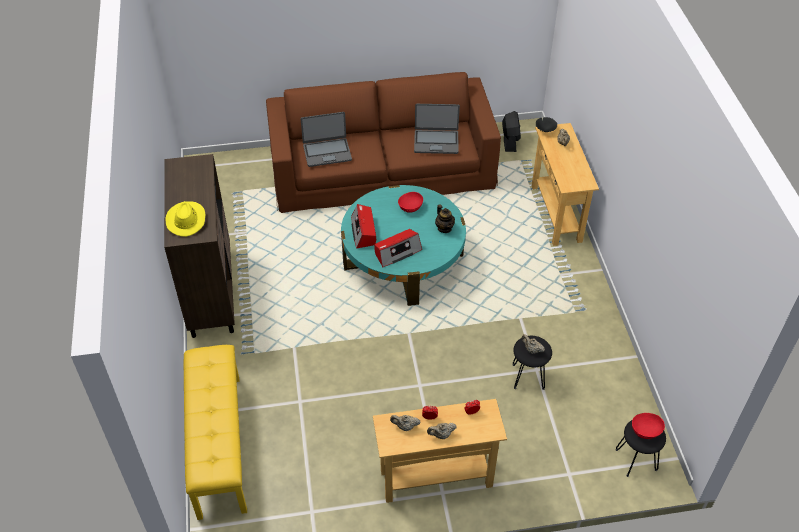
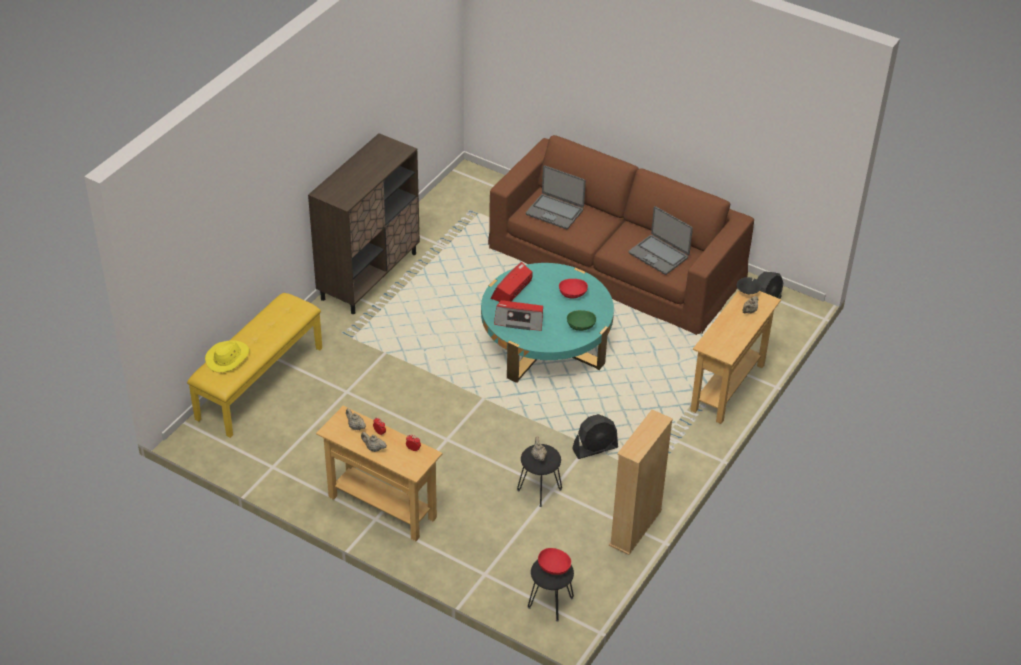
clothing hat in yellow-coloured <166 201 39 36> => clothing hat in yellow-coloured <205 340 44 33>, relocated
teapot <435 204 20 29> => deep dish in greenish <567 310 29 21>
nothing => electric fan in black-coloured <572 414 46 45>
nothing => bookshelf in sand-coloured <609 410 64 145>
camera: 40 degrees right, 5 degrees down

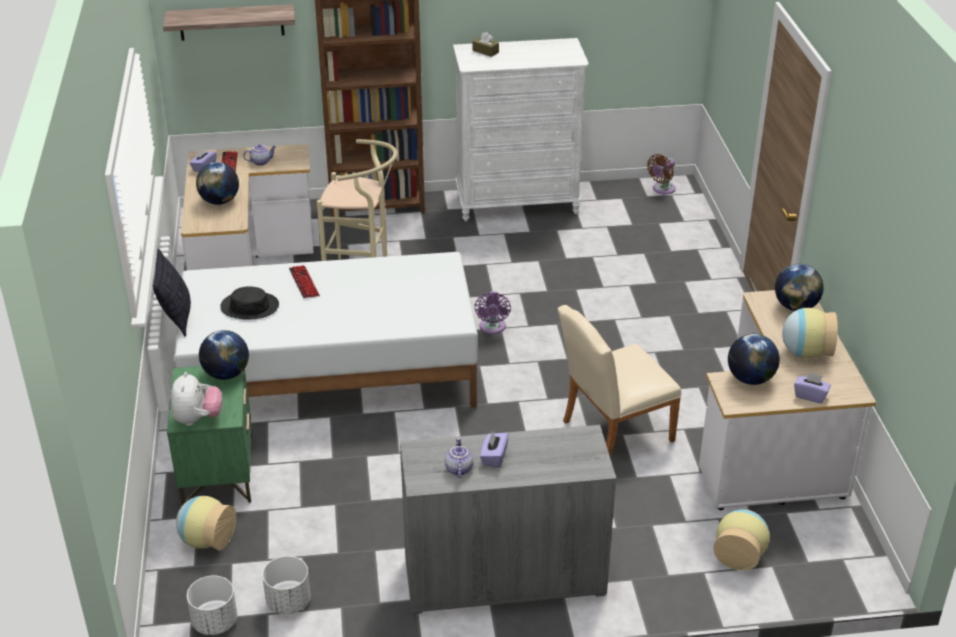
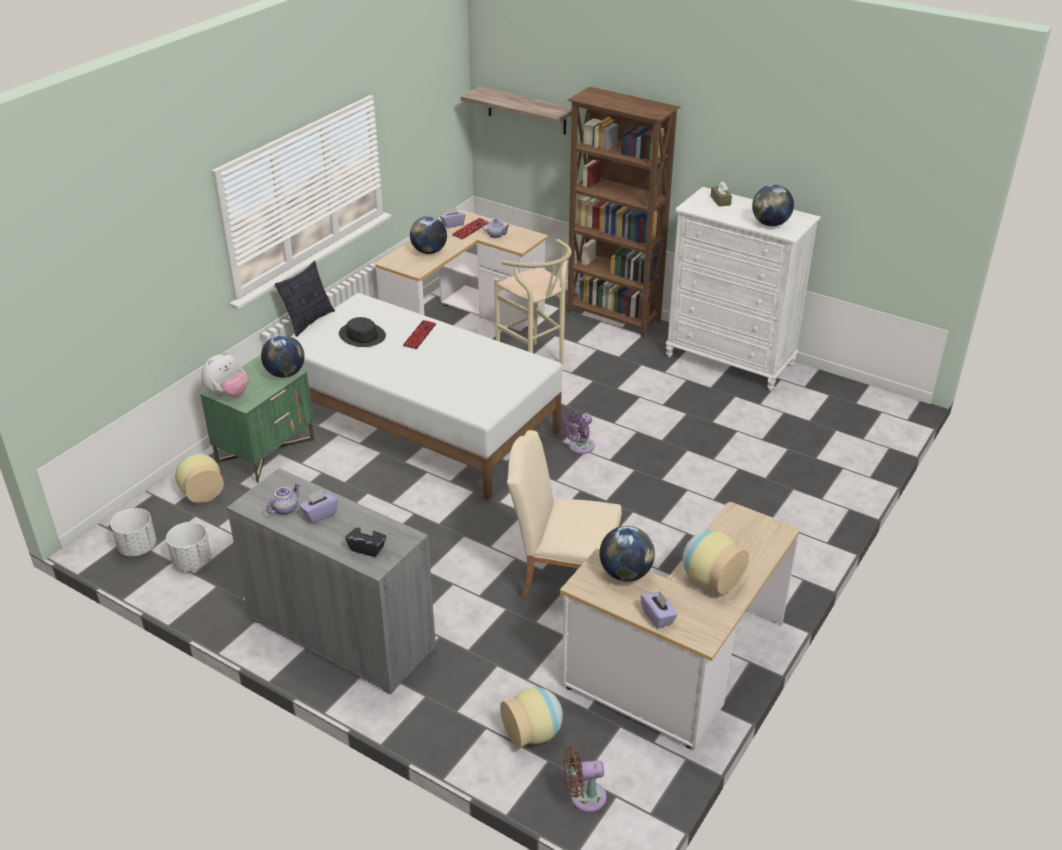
electric fan in brownish <647 154 29 40> => electric fan in brownish <564 746 43 66>, relocated
desk globe <775 264 49 47> => desk globe <752 185 42 41>, relocated
nothing => tissue box in black-coloured <345 523 41 34>
camera: 40 degrees right, 0 degrees up

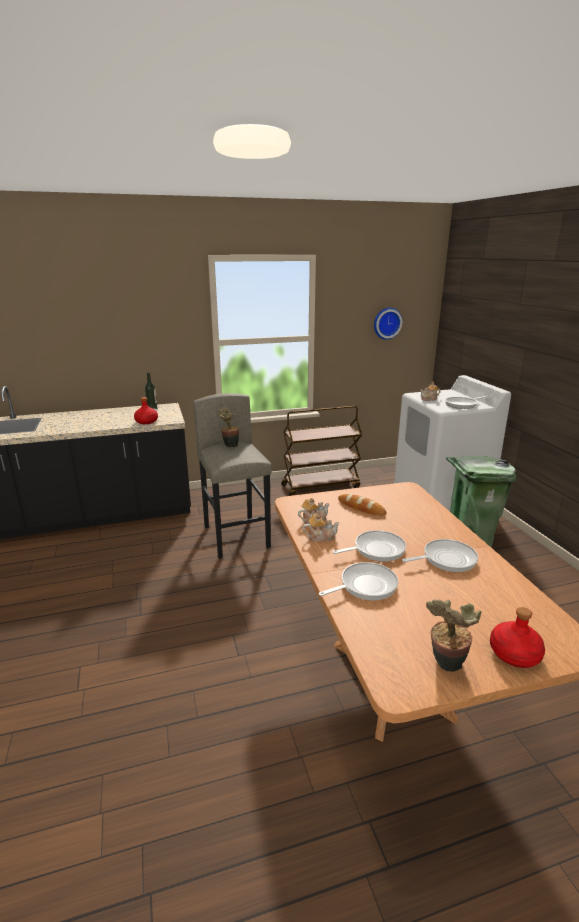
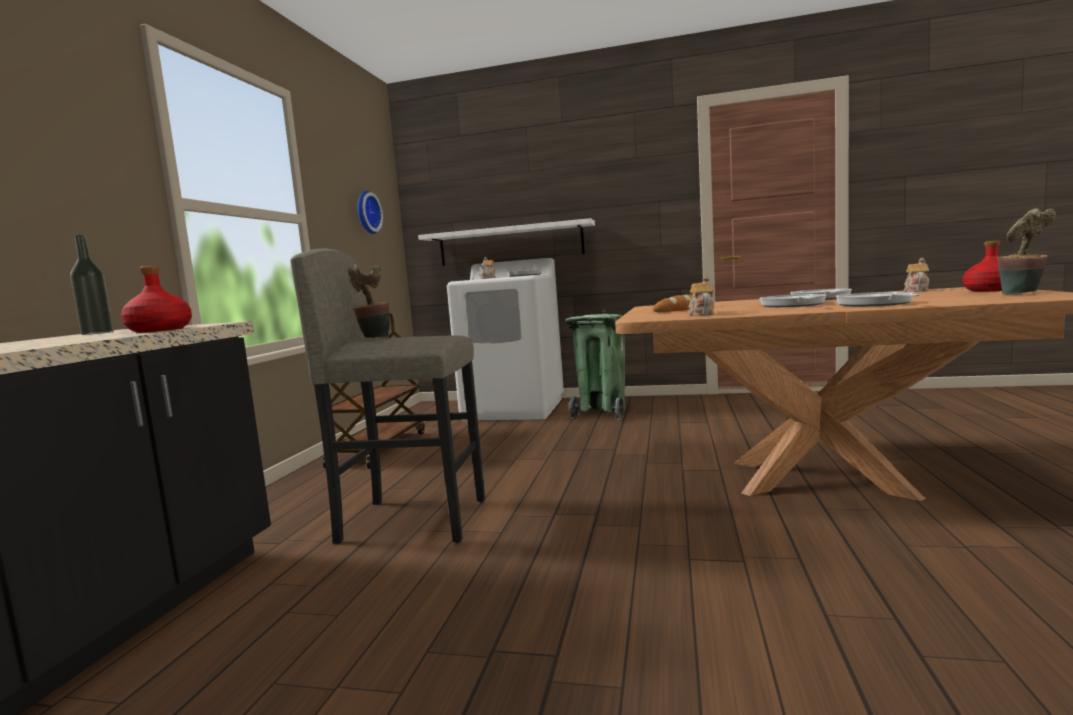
teapot <303 514 36 28> => teapot <903 258 26 34>, relocated
nothing => bracket shelf in white <418 218 177 48>
camera: 60 degrees left, 15 degrees down

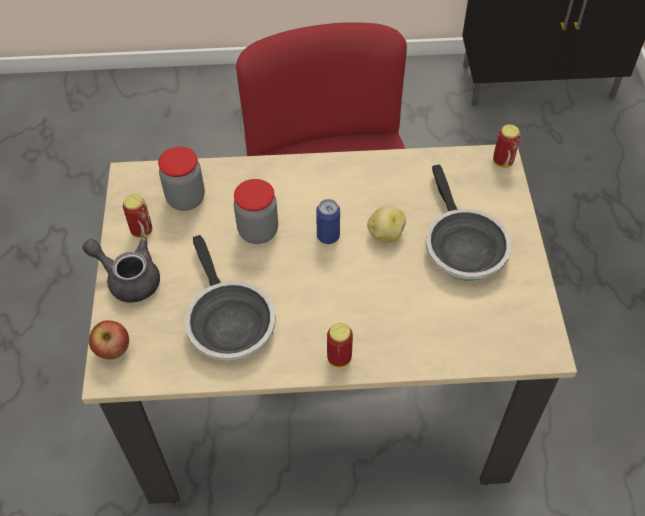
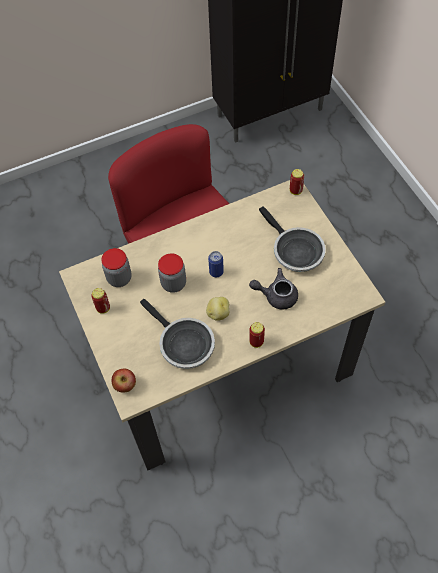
teapot in greyish <82 237 78 65> => teapot in greyish <249 268 49 42>, relocated
whole potato <367 206 39 37> => whole potato <206 297 23 24>, relocated
camera: 20 degrees left, 5 degrees up

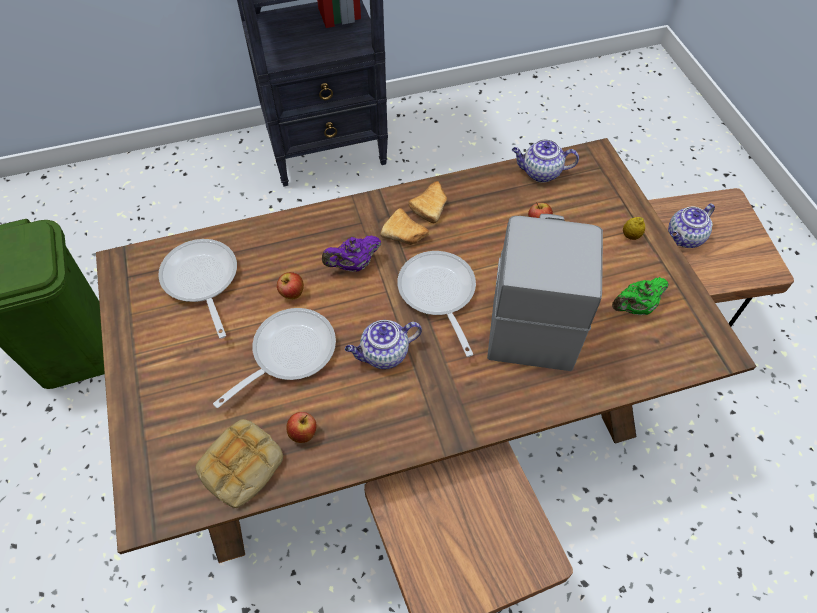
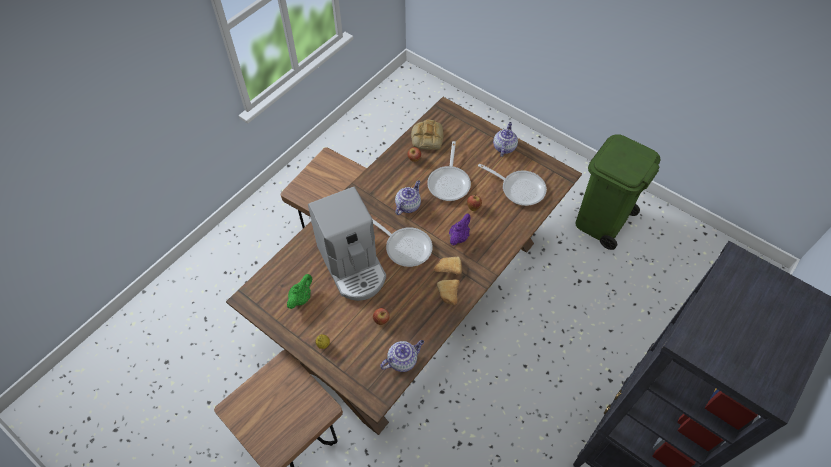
teapot <668 203 47 45> => teapot <493 122 25 35>, relocated
camera: 145 degrees right, 0 degrees up

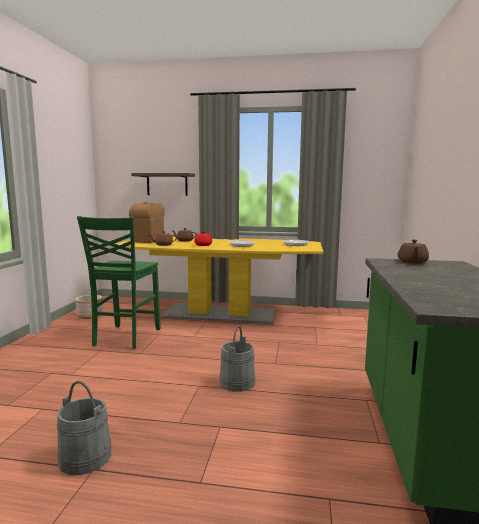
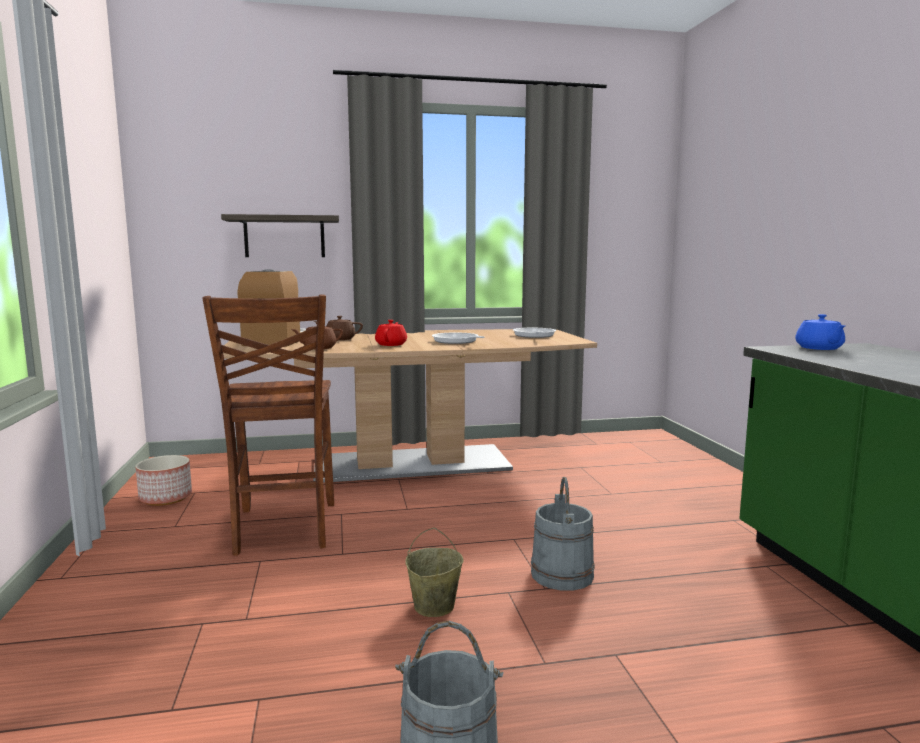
chair in greenish <77 216 84 133> => chair in brownish <202 294 132 262>
kitchen table in yellow-coloured <112 237 211 87> => kitchen table in brownish <223 329 374 154>
teapot in brownish <398 240 31 24> => teapot in blue <795 314 50 36>
nothing => water bucket in sand-coloured <405 527 59 90>
camera: 20 degrees left, 0 degrees up

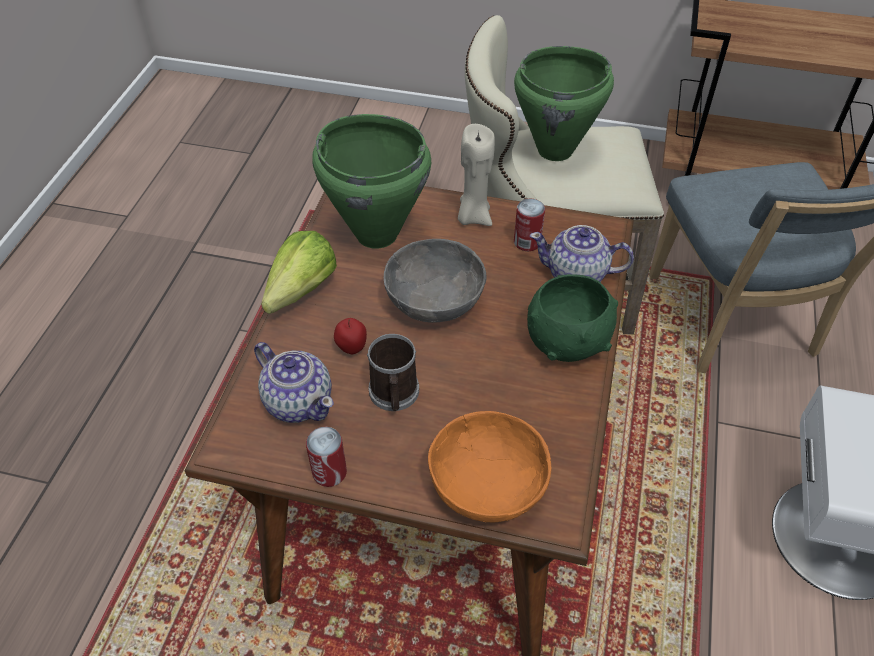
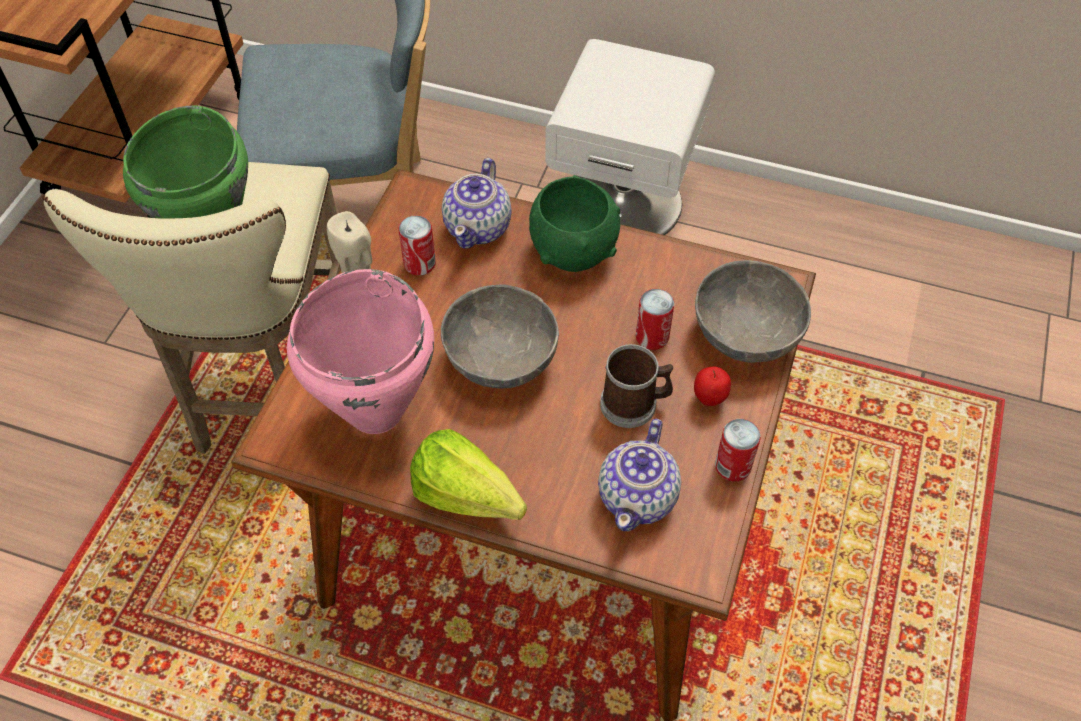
teapot <254 342 80 81> => teapot <598 419 83 112>, 150 degrees clockwise
saucepot in greenish <312 114 119 135> => saucepot in pink <287 269 147 165>
whole apple <334 318 33 36> => whole apple <694 366 37 40>, relocated
deep dish in orange-coloured <428 411 124 111> => deep dish in greyish <695 260 116 103>
nothing => sealed can <636 289 38 61>
camera: 85 degrees left, 5 degrees up

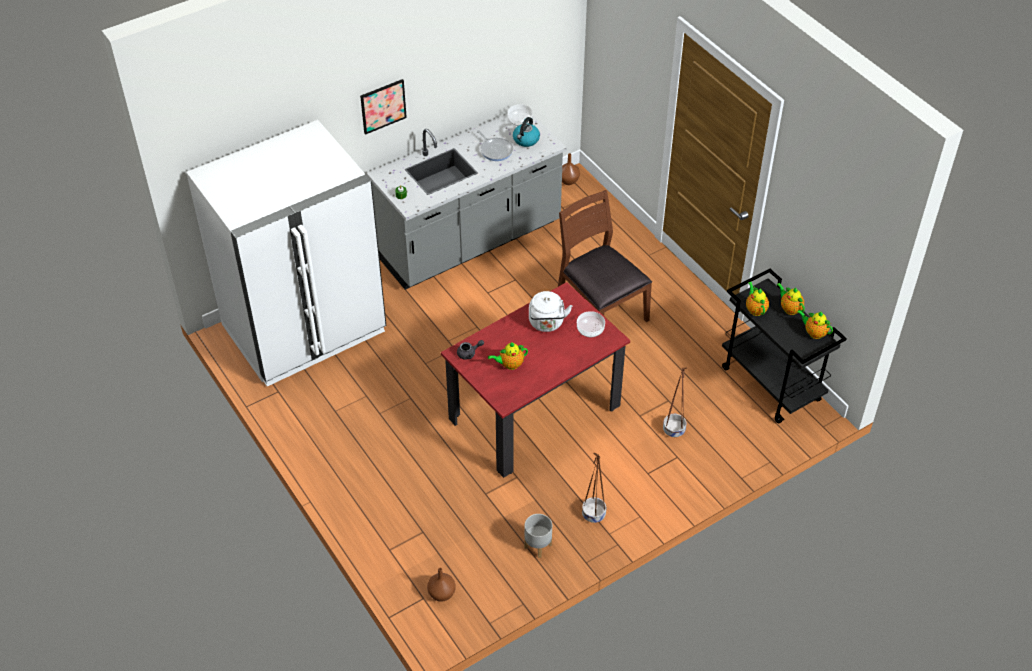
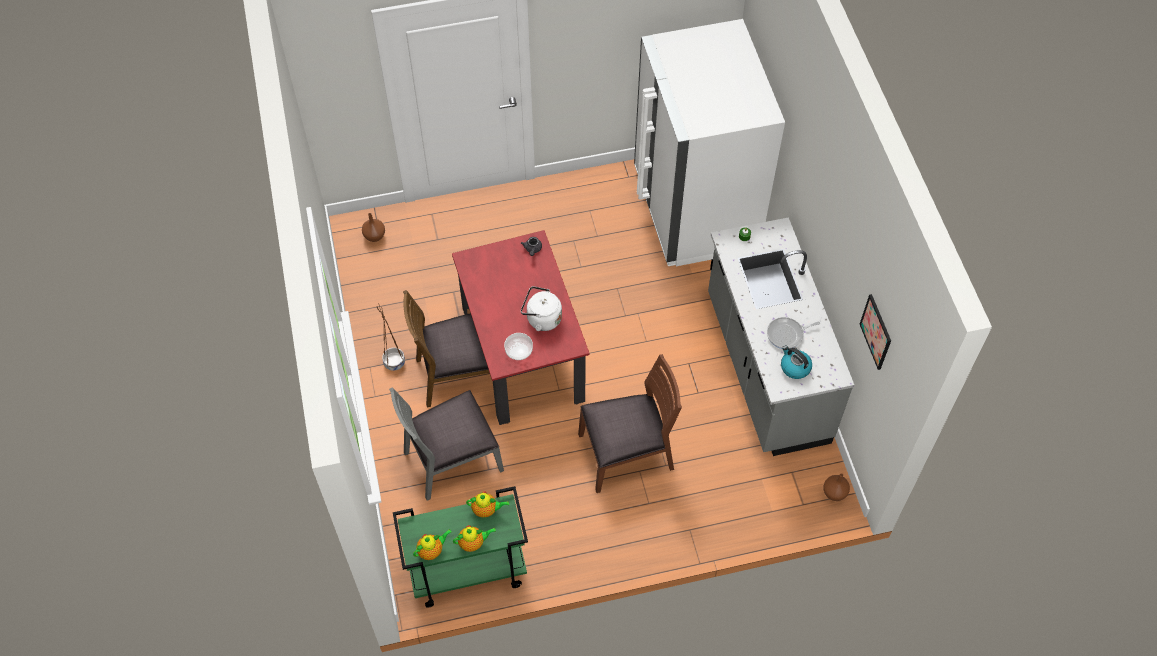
picture <360 79 47 56> => picture <860 294 31 76>, relocated
teapot <488 342 40 28> => nothing
deep dish <508 104 25 22> => nothing
plant pot in greyish <524 514 28 44> => nothing
plant pot in brownish <663 367 23 70> => chair in greyish <389 387 115 114>
wheeled cart in black-coloured <722 269 125 155> => wheeled cart in greenish <393 486 135 121>
nothing => chair in brownish <403 290 86 117>
camera: 110 degrees right, 10 degrees up

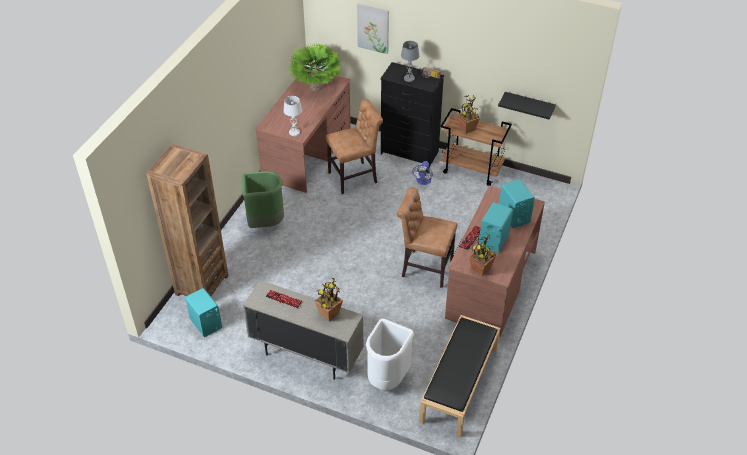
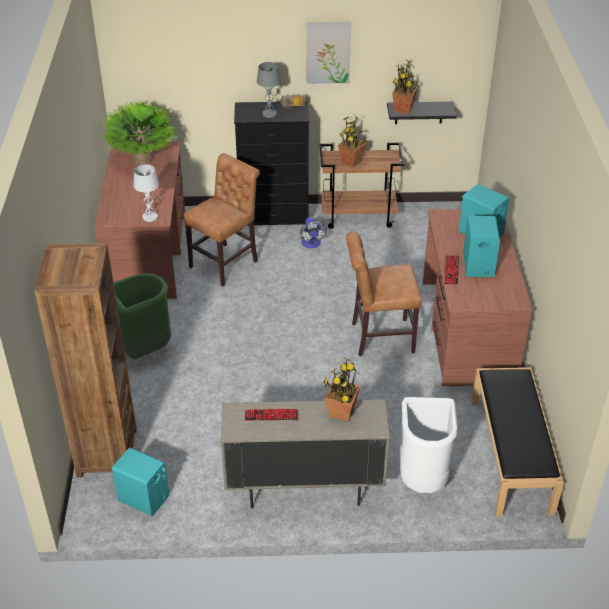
picture <357 4 32 50> => picture <307 22 44 62>, relocated
houseplant <469 234 27 42> => houseplant <392 60 26 54>, relocated
camera: 25 degrees left, 5 degrees down

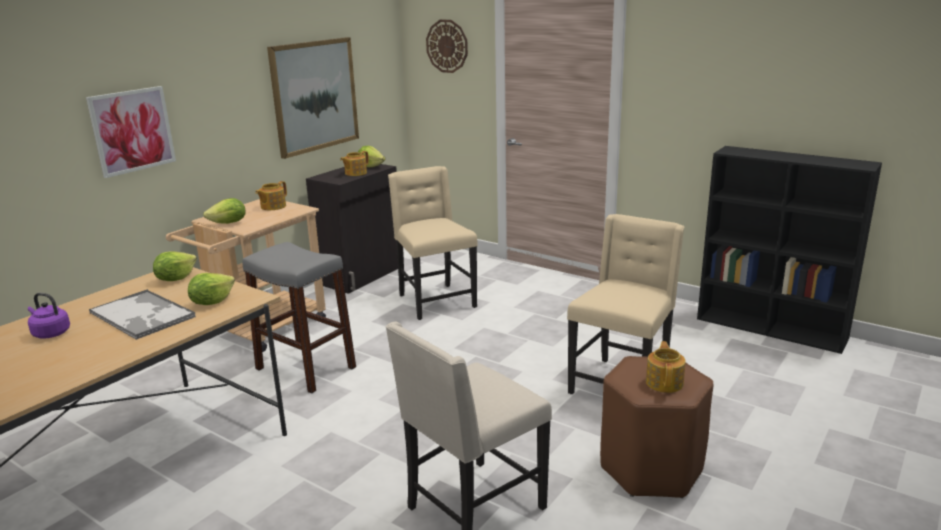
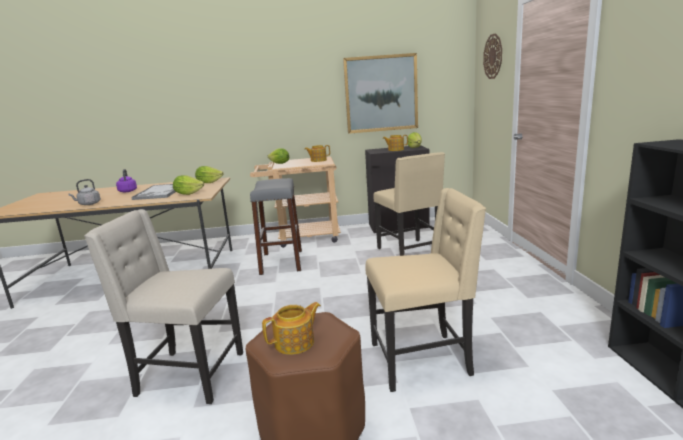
picture <86 86 90 92> => nothing
chair in sand-coloured <388 166 90 154> => chair in sand-coloured <374 152 71 104>, 135 degrees clockwise
nothing => kettle in greyish <69 179 32 26>
camera: 50 degrees right, 5 degrees down

